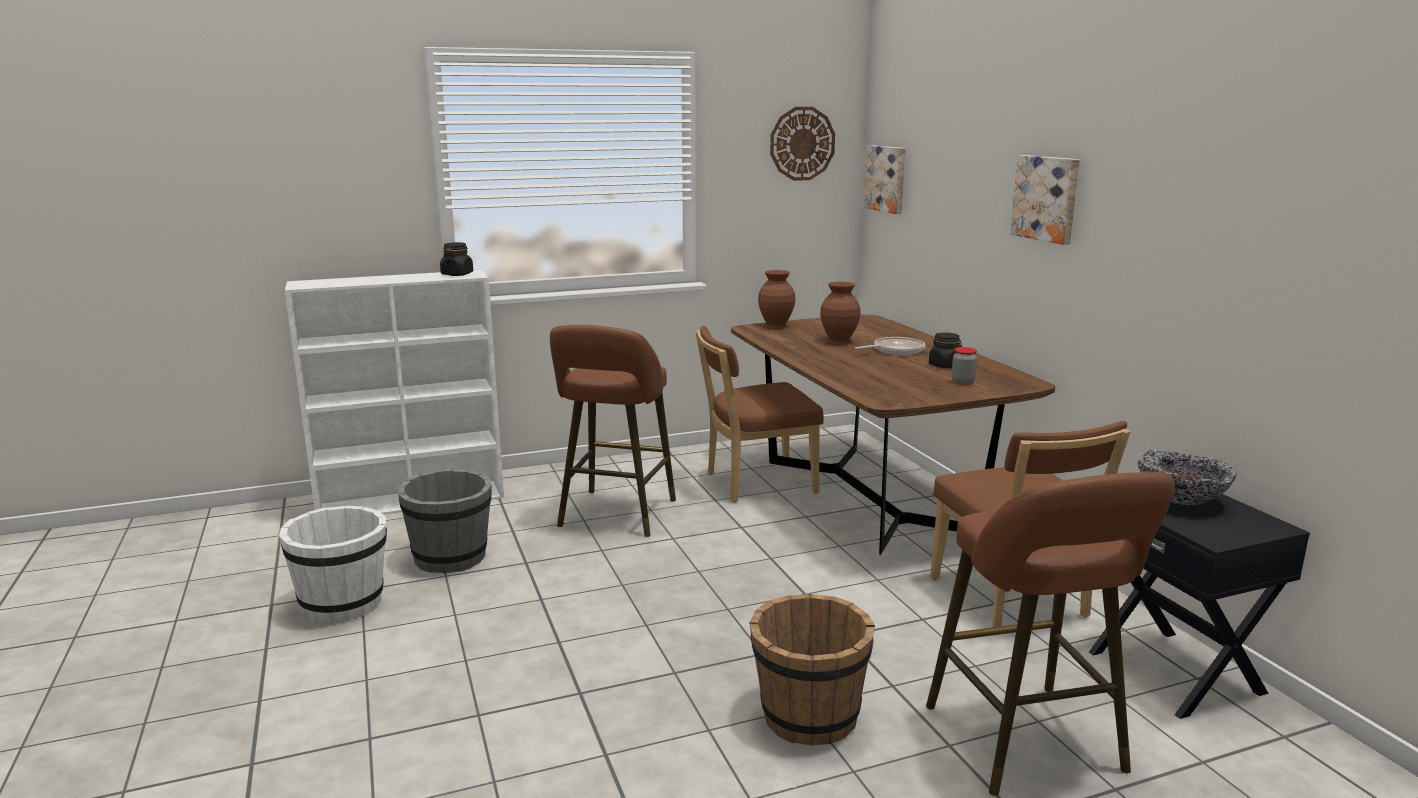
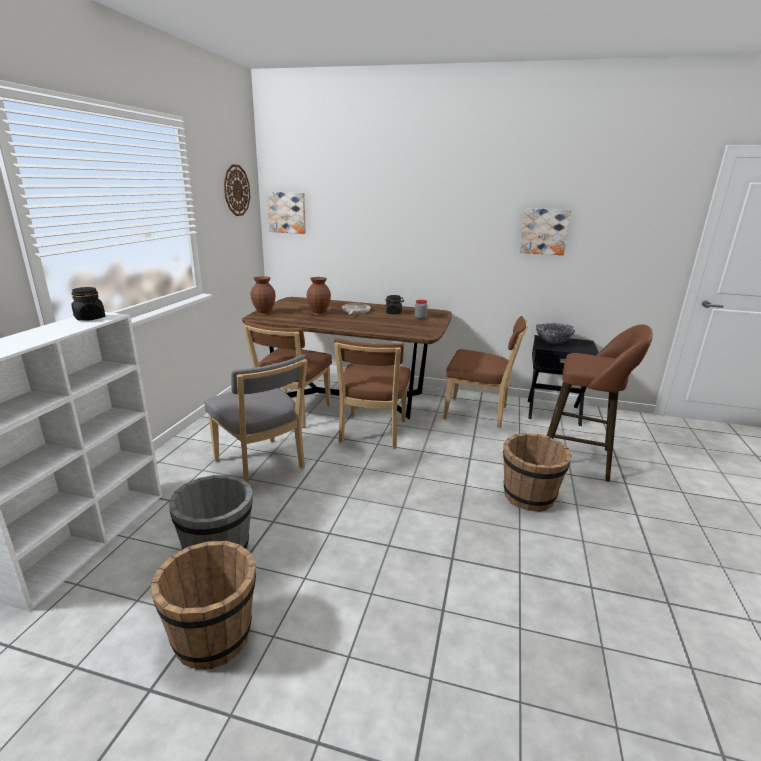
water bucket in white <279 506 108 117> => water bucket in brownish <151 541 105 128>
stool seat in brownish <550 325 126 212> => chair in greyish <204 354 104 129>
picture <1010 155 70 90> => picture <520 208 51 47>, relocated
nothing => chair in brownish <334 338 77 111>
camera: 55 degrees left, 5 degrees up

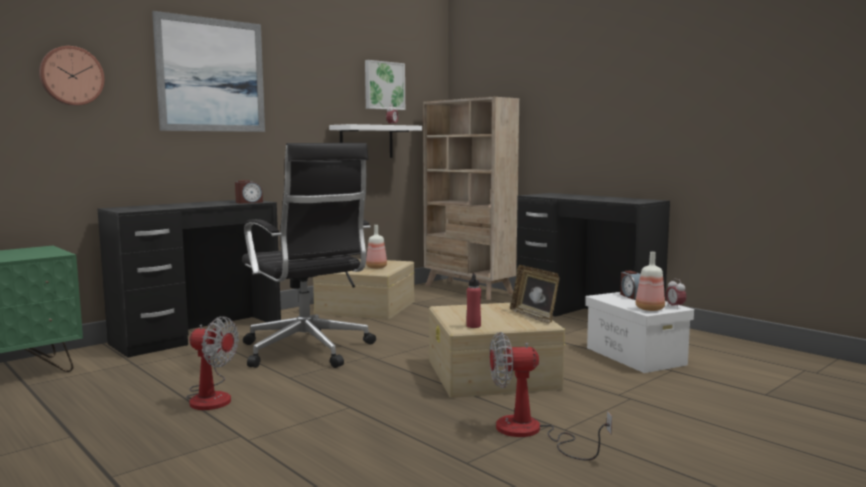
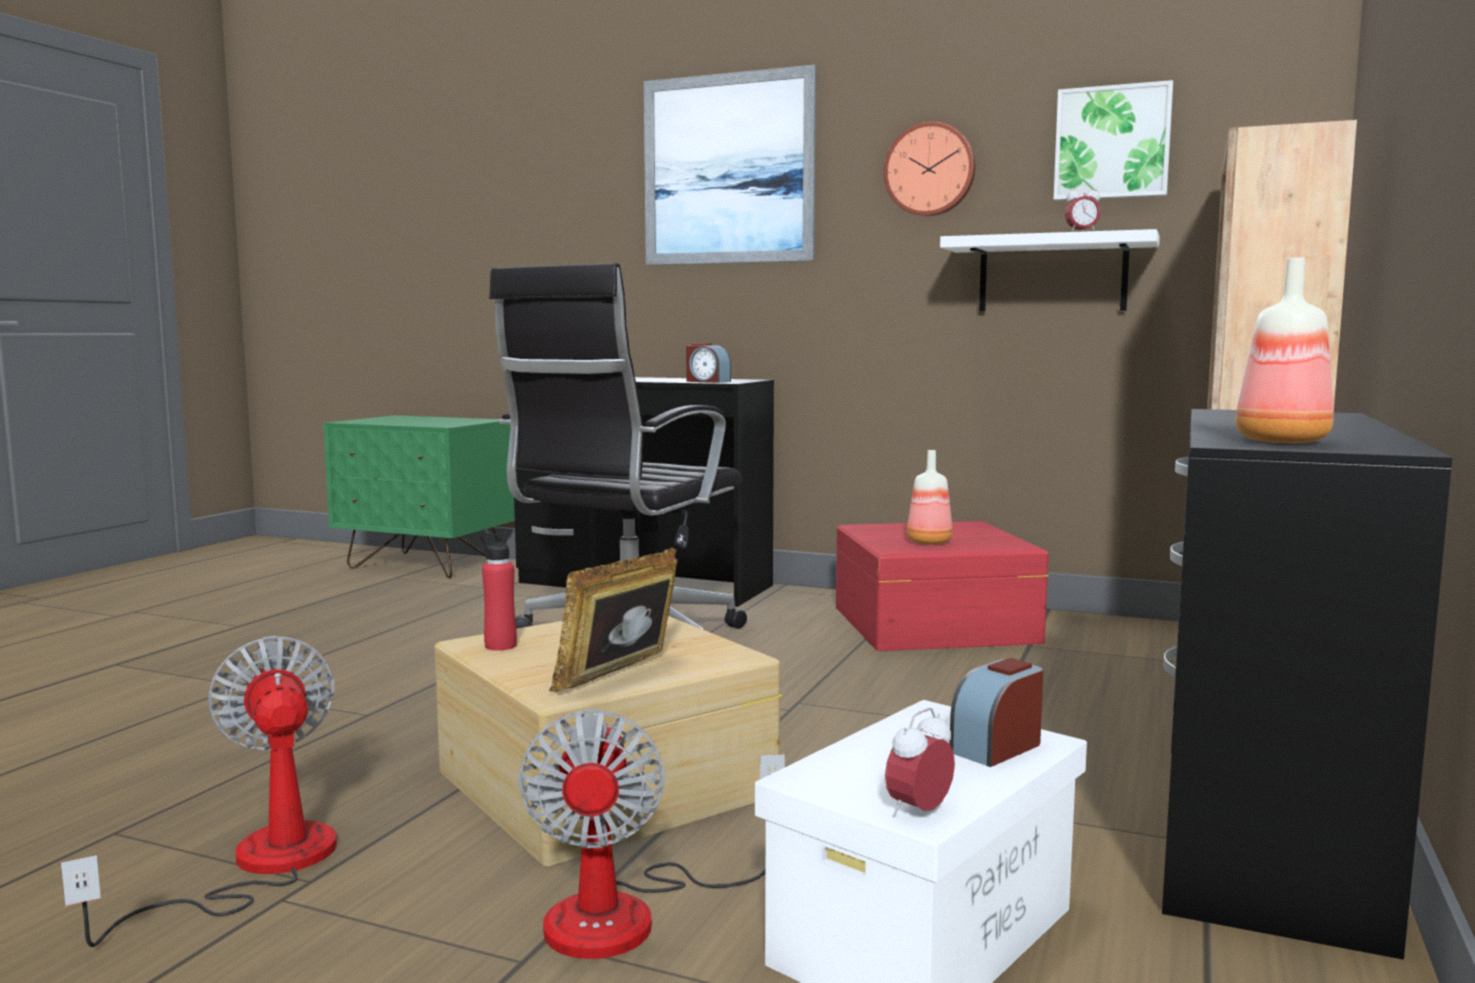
hanging clock <39 46 66 60> => hanging clock <884 122 92 94>, relocated
electric fan <186 317 53 93> => electric fan <518 709 267 250>, relocated
storage container in sand-coloured <313 259 102 61> => storage container in reddish <836 521 213 130>
drink bottle <636 252 29 59> => drink bottle <1235 257 99 186>, relocated
camera: 65 degrees right, 0 degrees up

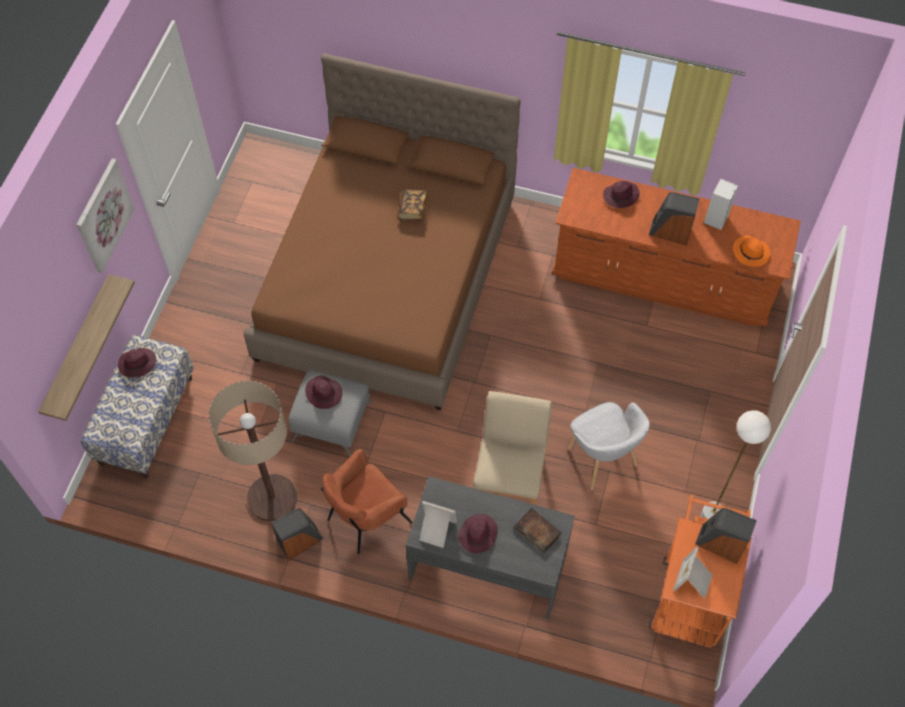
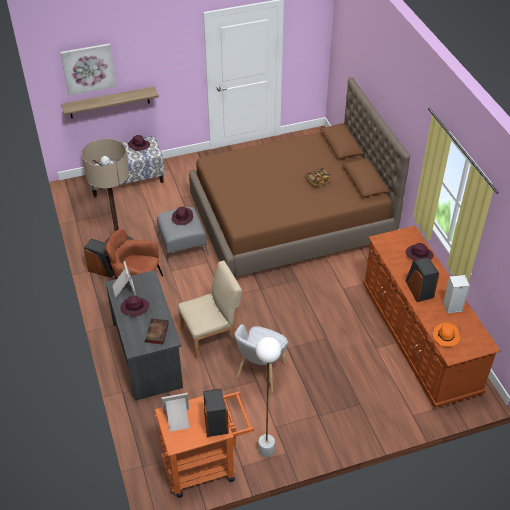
picture <76 158 59 115> => picture <60 43 56 53>, relocated
camera: 55 degrees right, 15 degrees down

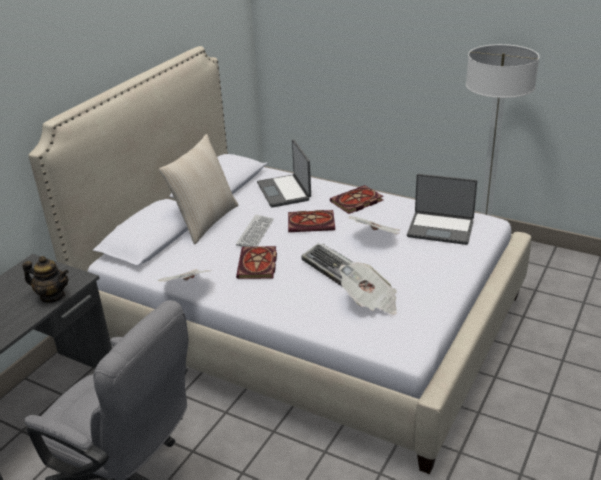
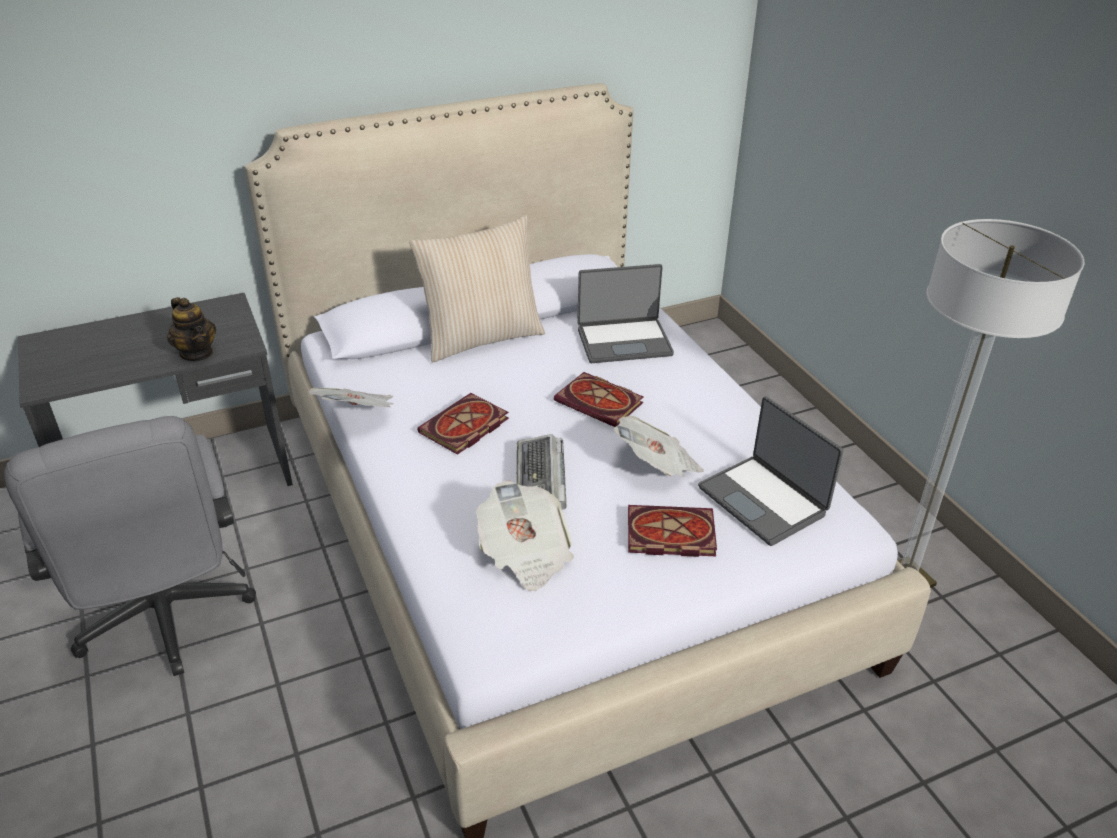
computer keyboard <236 215 38 32> => nothing
portable computer <257 139 54 69> => portable computer <577 264 97 99>, 120 degrees counterclockwise
book <330 185 54 29> => book <628 505 89 52>, relocated
camera: 35 degrees right, 5 degrees up

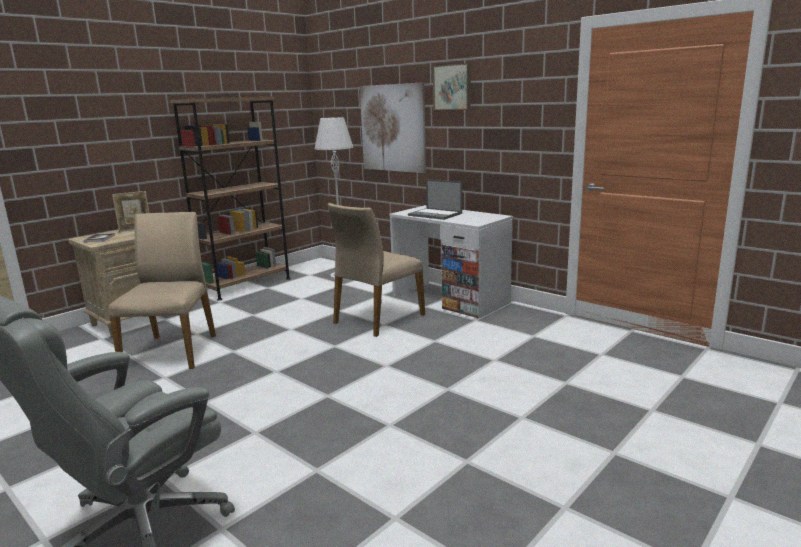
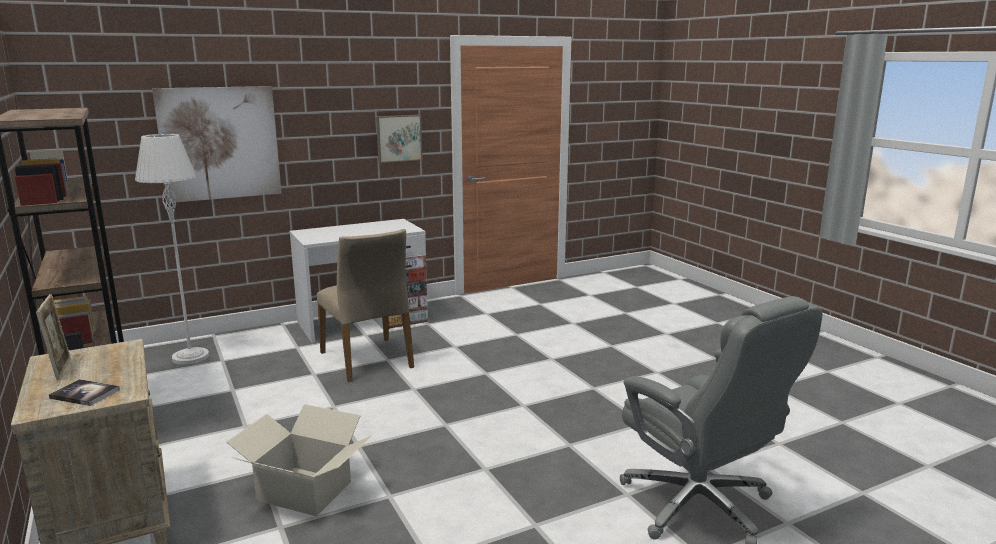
chair in sand-coloured <108 212 108 157> => carton <226 404 146 112>
portable computer <408 179 54 41> => nothing
picture <433 63 38 47> => picture <376 115 47 48>, relocated
camera: 70 degrees left, 0 degrees up

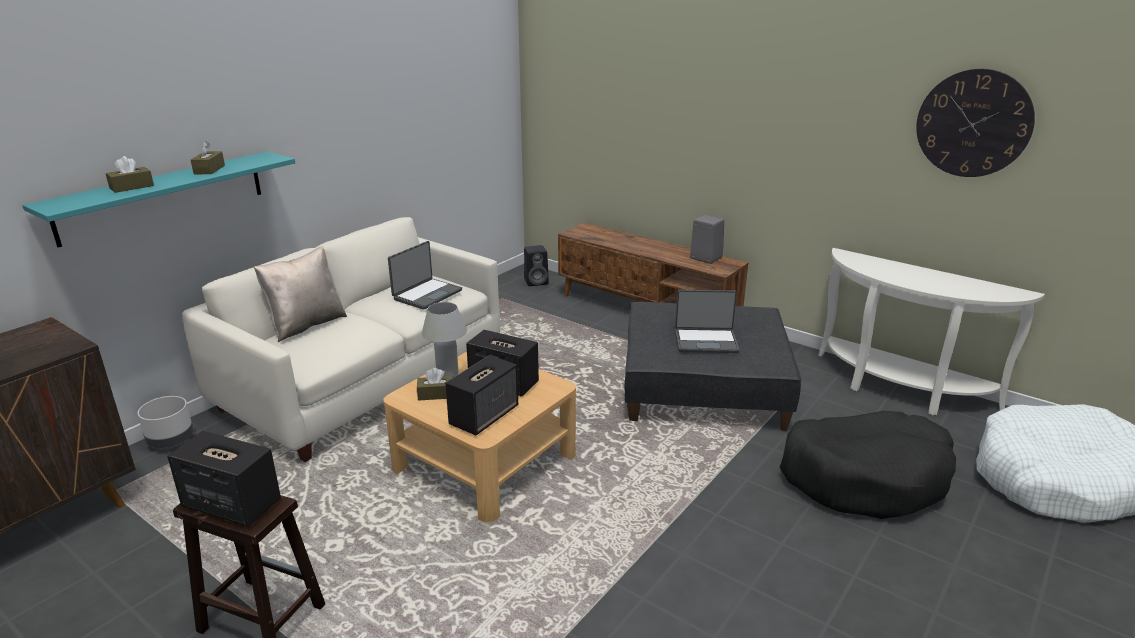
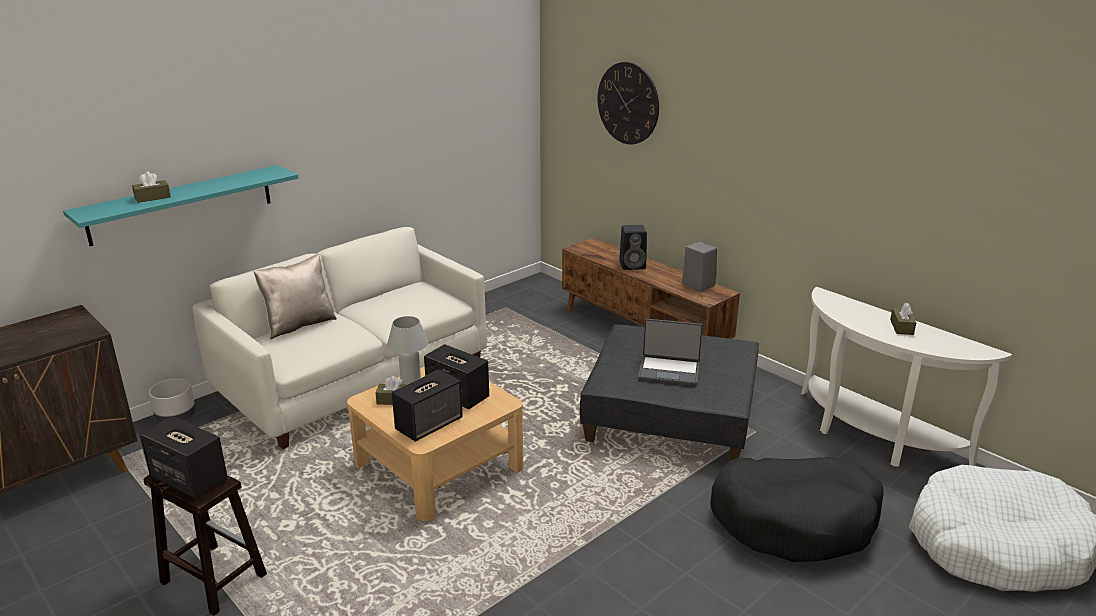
tissue box in brownish <191 141 34 33> => tissue box in brownish <890 303 26 32>, relocated
portable computer <388 241 74 69> => nothing
audio speaker in black-coloured <524 245 25 41> => audio speaker in black-coloured <619 225 28 45>, relocated
hanging clock <916 69 119 108> => hanging clock <598 62 61 82>, relocated
camera: 10 degrees right, 0 degrees up

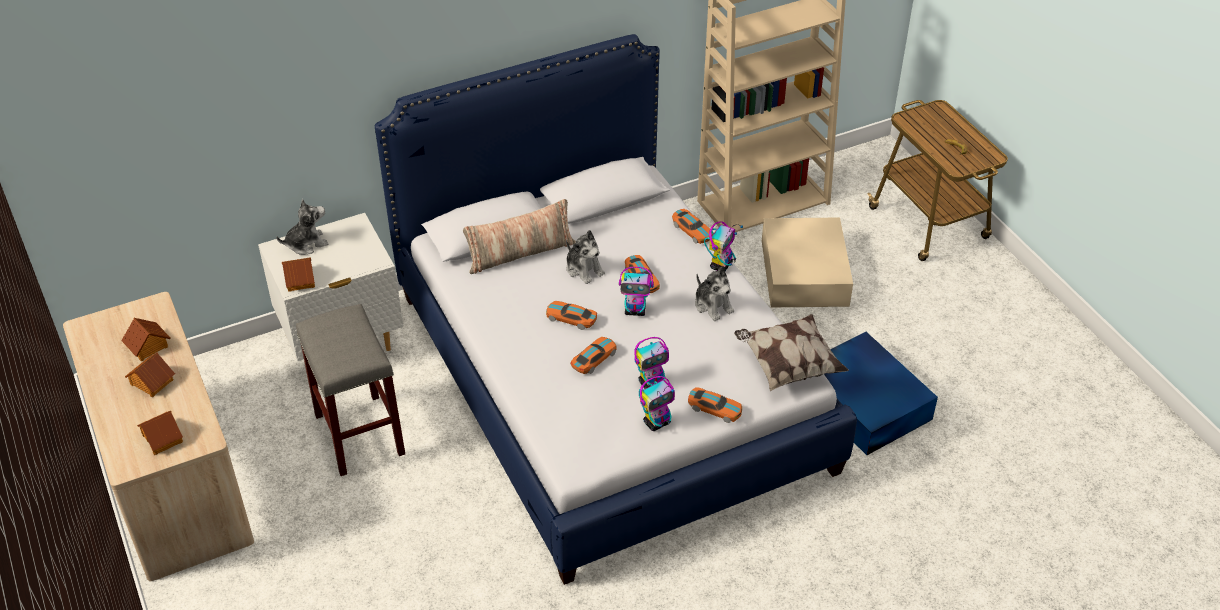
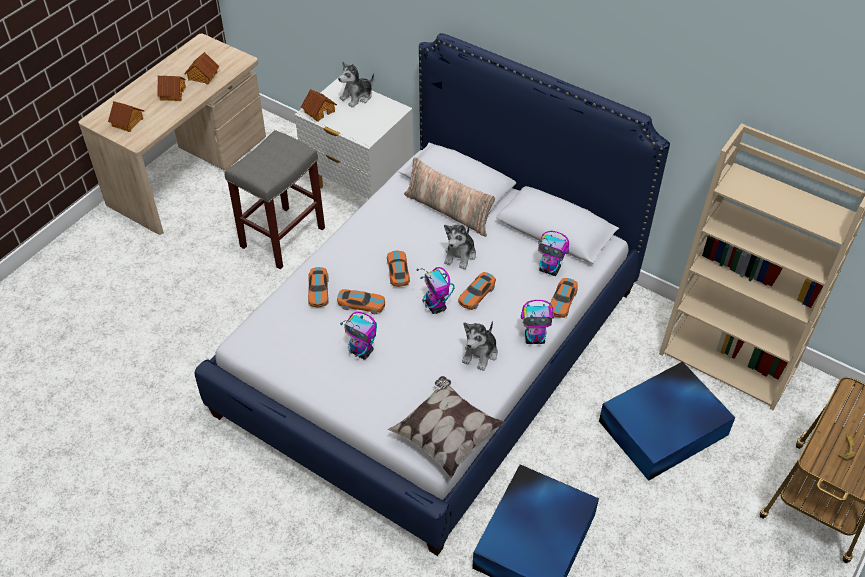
soft toy <276 199 52 56> => soft toy <338 62 36 46>, 105 degrees clockwise
model robot <639 376 36 55> => model robot <538 231 31 45>, relocated
model car <688 387 54 36> => model car <308 267 21 41>, relocated
storage container in sand-coloured <762 218 91 89> => storage container in blue <599 361 136 120>
camera: 60 degrees right, 5 degrees up

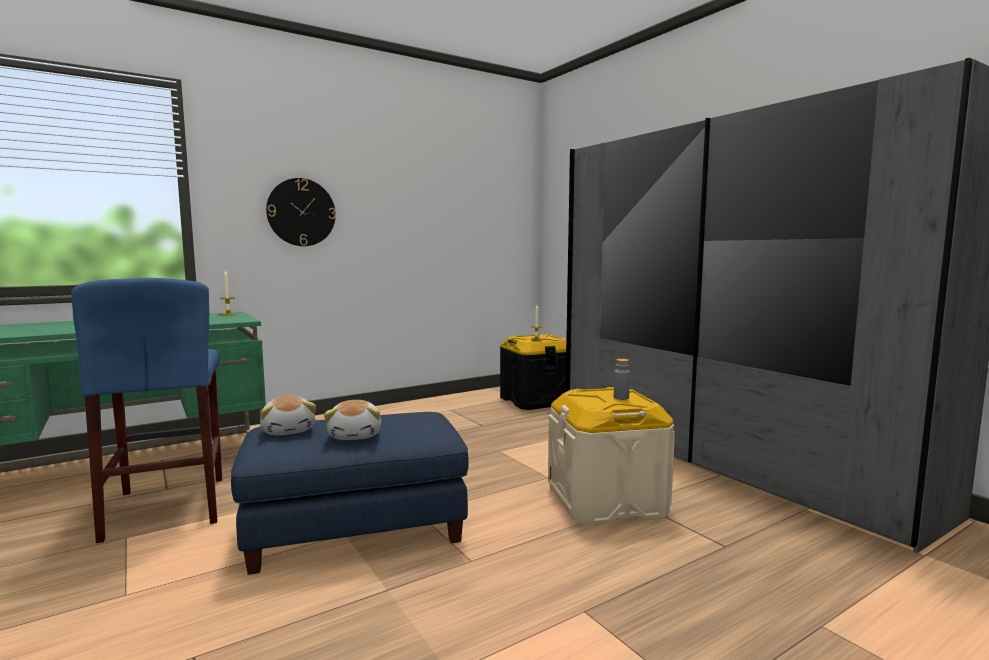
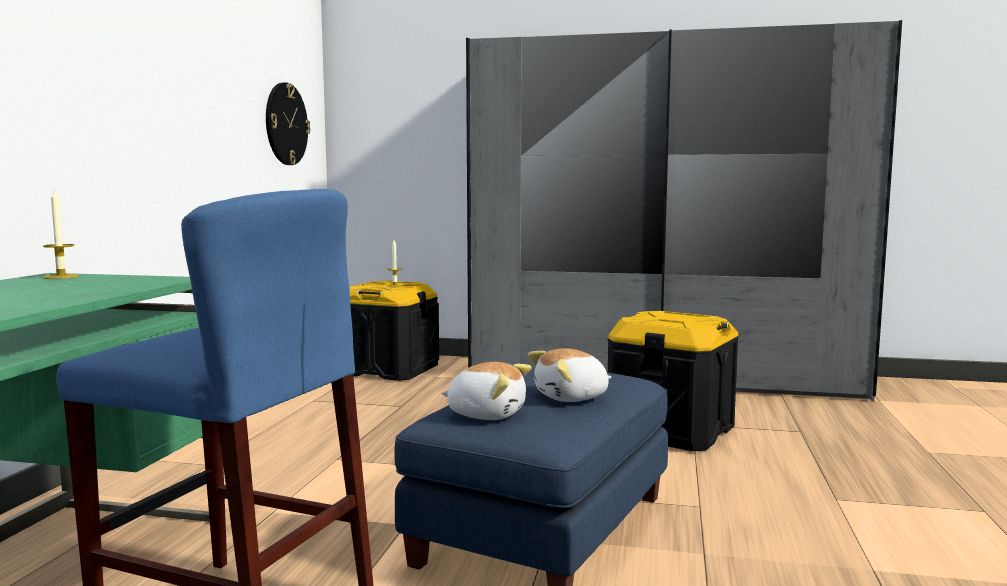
hanging clock <266 178 70 68> => hanging clock <266 82 44 83>, relocated
soft toy <324 400 57 40> => soft toy <528 348 83 54>, 120 degrees clockwise
storage container in sand-coloured <548 387 127 139> => storage container in black-coloured <608 311 131 140>
drink bottle in greyish <614 359 16 41> => nothing
camera: 45 degrees left, 0 degrees up

